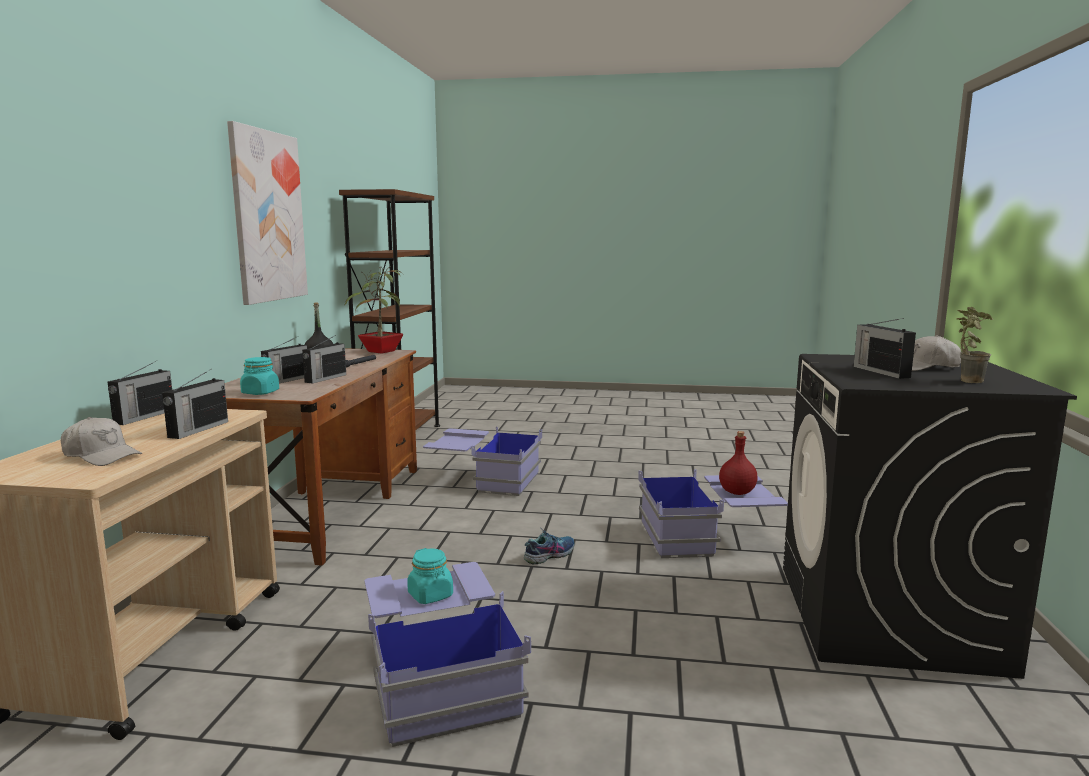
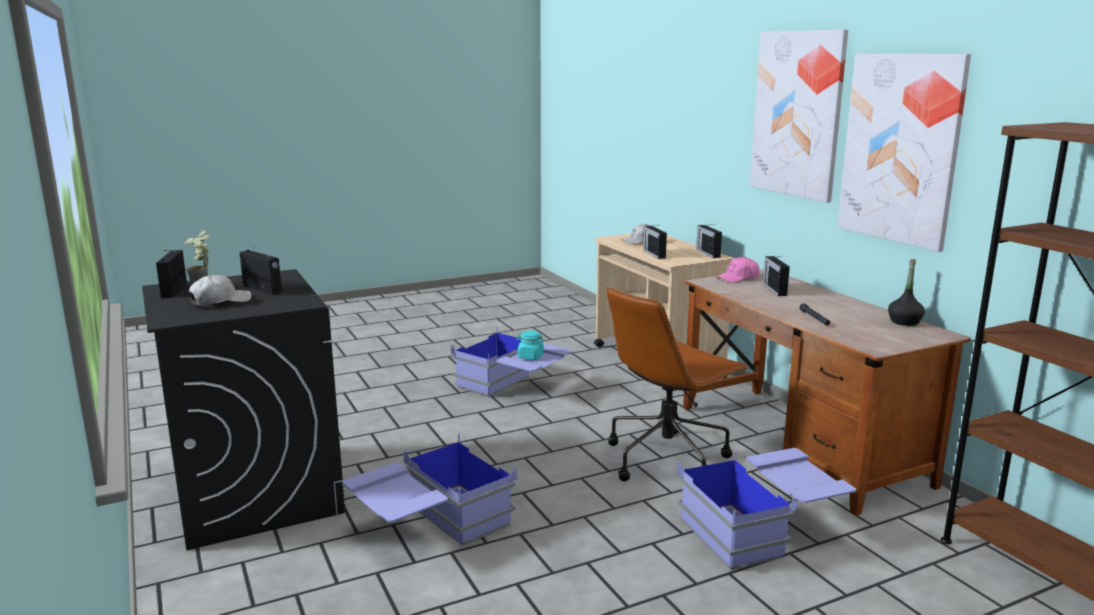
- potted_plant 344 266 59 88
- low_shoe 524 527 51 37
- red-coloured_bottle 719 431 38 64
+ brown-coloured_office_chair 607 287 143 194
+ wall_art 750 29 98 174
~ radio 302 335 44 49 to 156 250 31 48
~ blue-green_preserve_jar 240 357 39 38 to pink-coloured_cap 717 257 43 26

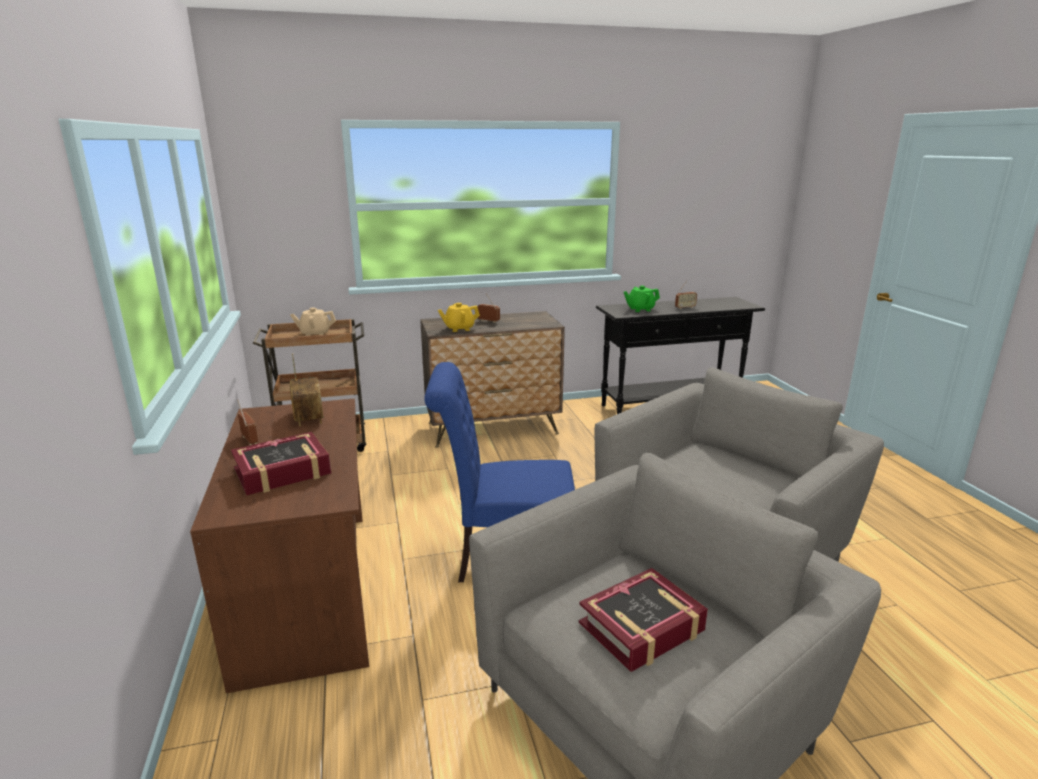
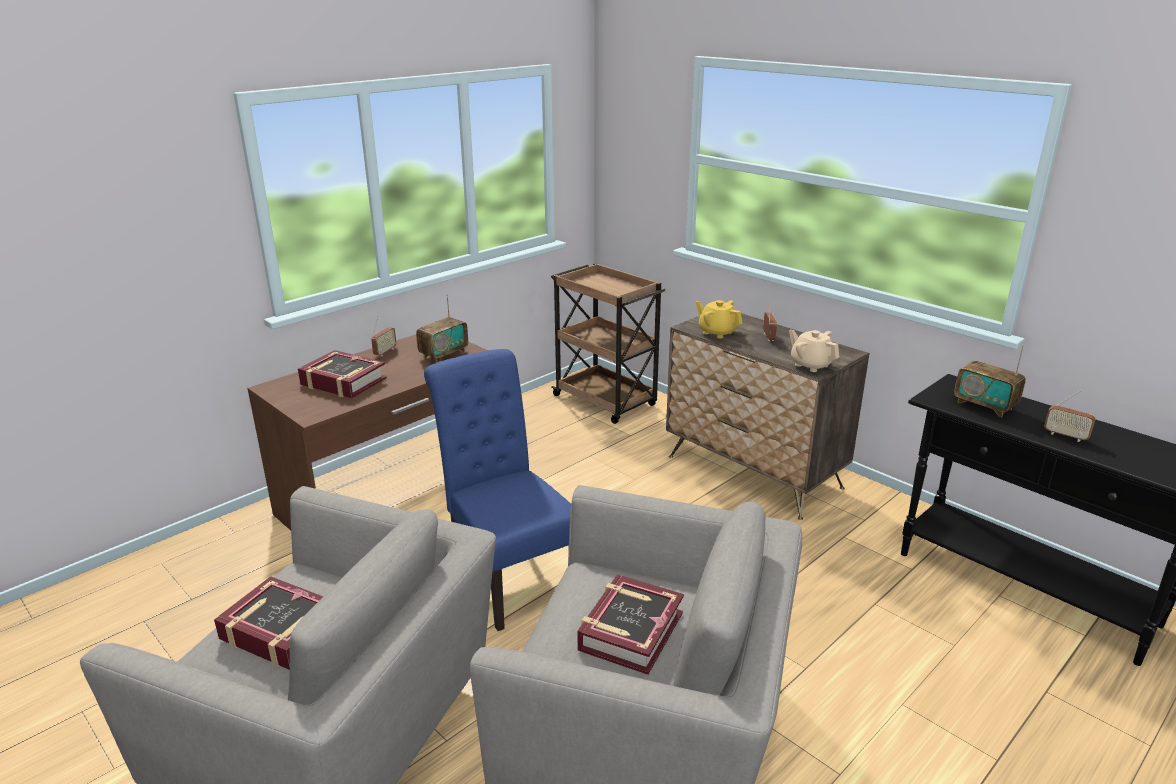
+ book 577 574 107 101
~ beige-coloured_teapot 290 308 46 28 to 789 330 50 42
~ green-coloured_teapot 624 286 36 26 to radio 954 345 72 72

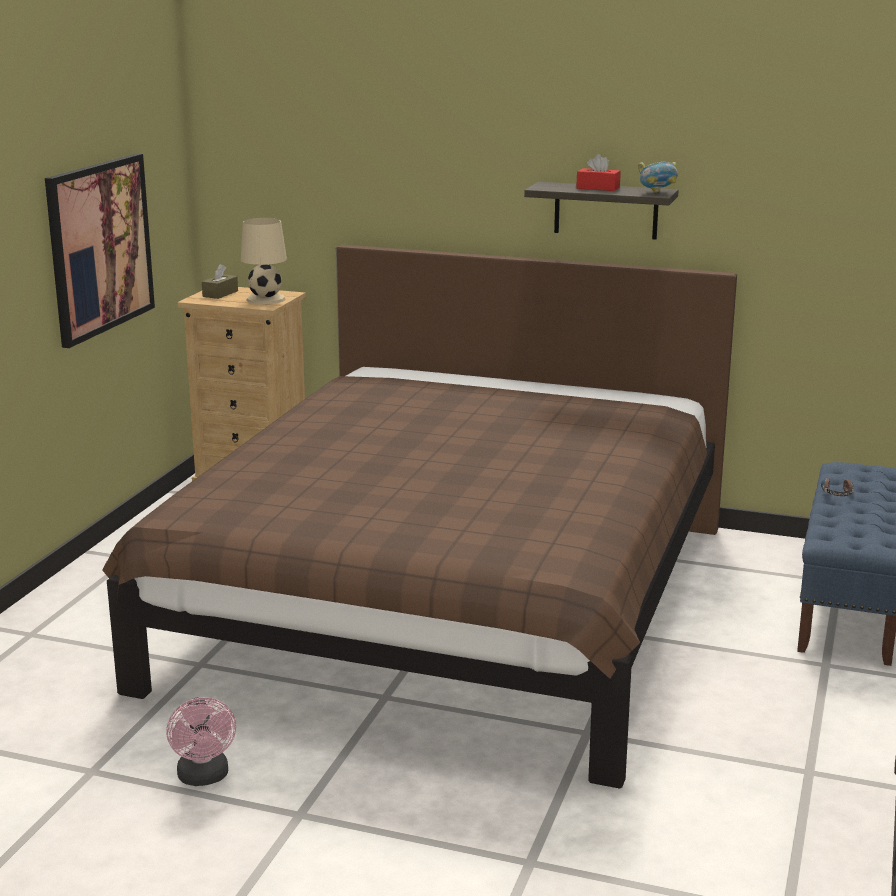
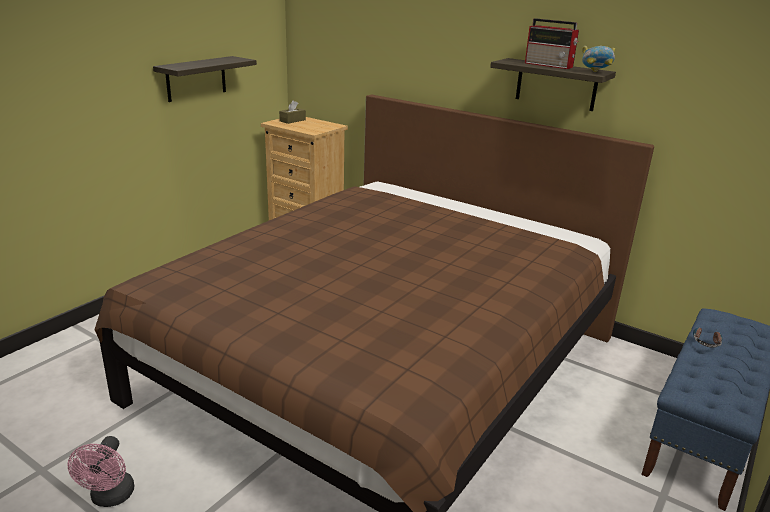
- beige-coloured_tabletop_lamp 241 218 46 86
~ wall_art 45 153 110 195 to bracket_shelf 153 56 104 46
~ red-coloured_tissue_holder 576 154 45 37 to radio 525 18 54 51

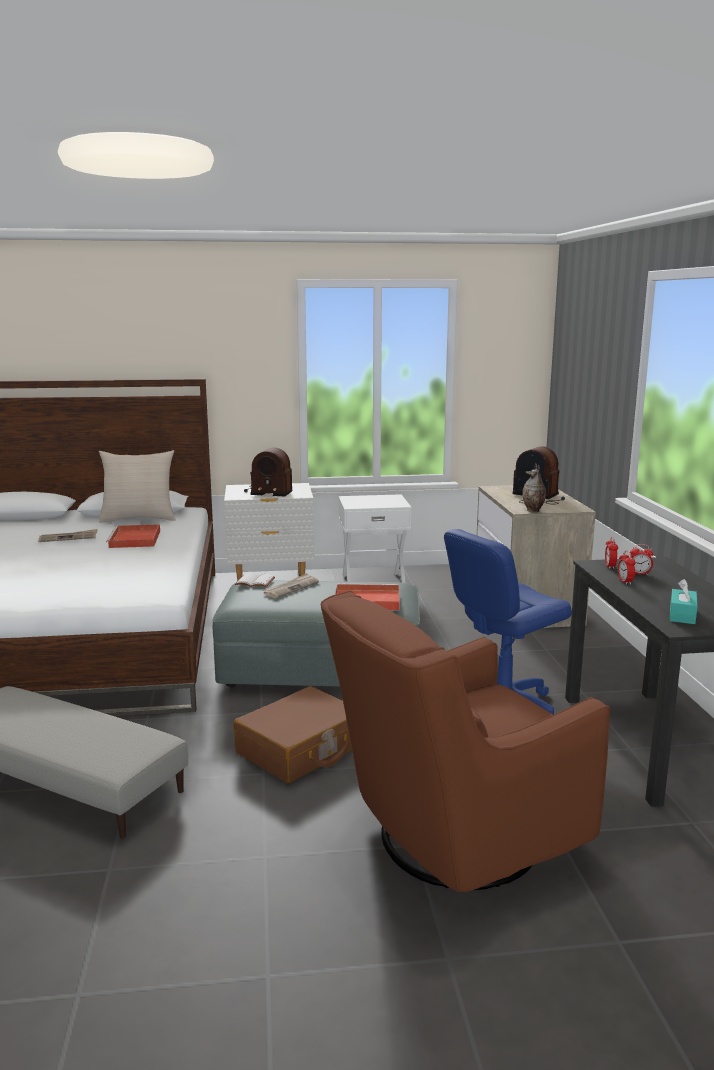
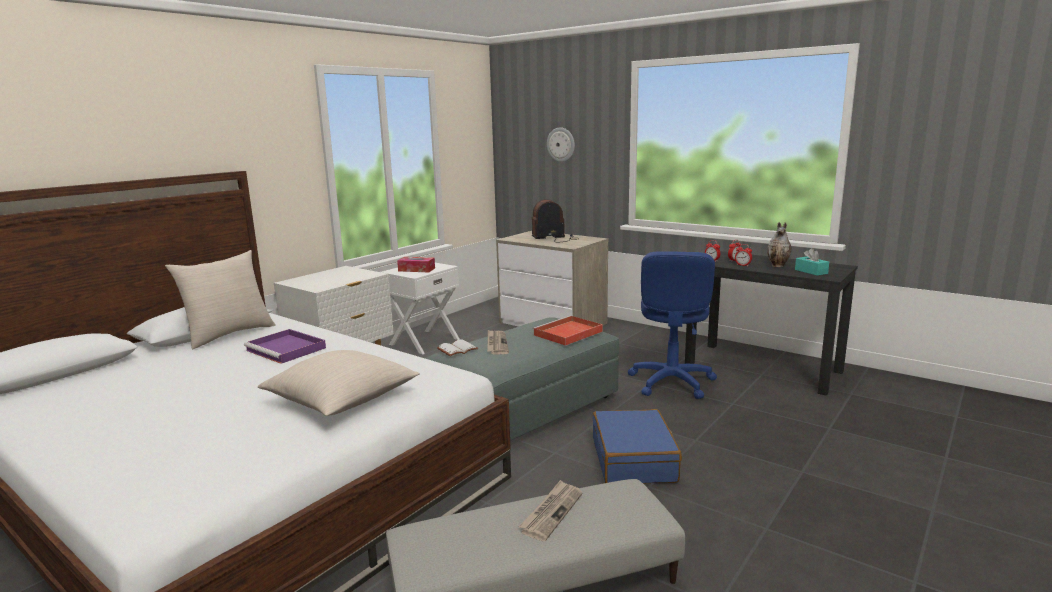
- radio 244 447 49 49
- brown-coloured_easy_chair 321 591 289 301
+ beige-coloured_throw_pillow 258 350 162 66
+ tissue_holder 397 257 38 15
+ clock_on_the_wall 547 127 28 35
~ newspaper 38 529 60 13 to 518 480 64 61
~ vase 523 463 23 50 to 767 222 24 45
~ red-coloured_serving_tray 106 524 54 24 to purple_serving_tray 244 329 82 35
~ brown-coloured_suitcase 233 686 119 97 to blue_suitcase 593 409 89 74

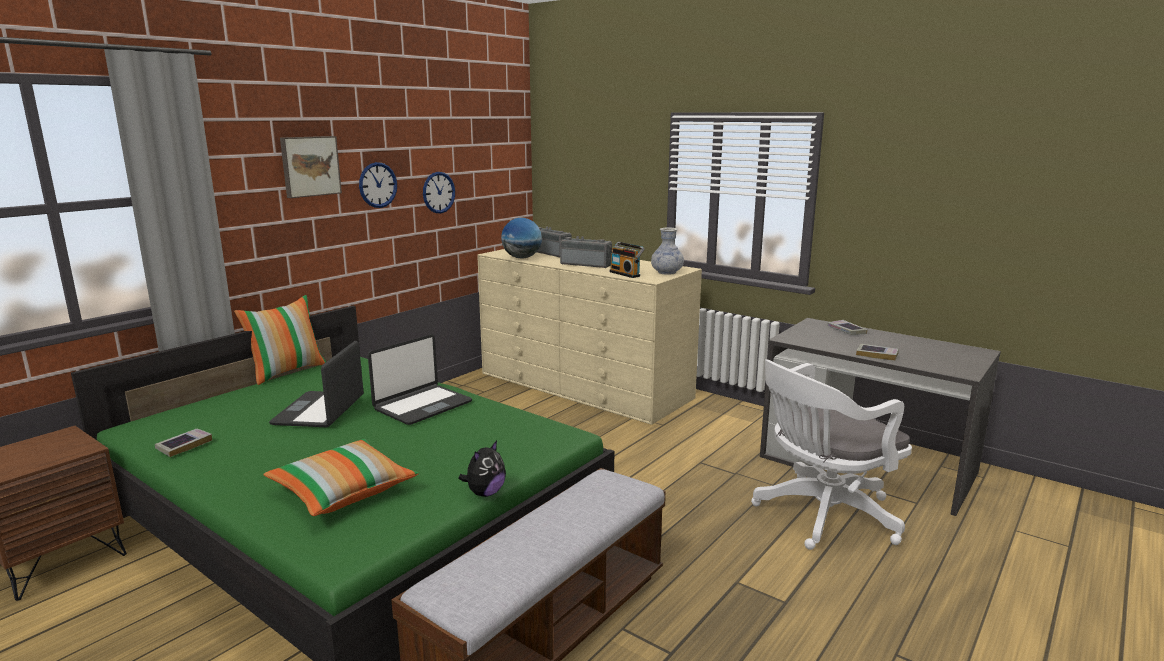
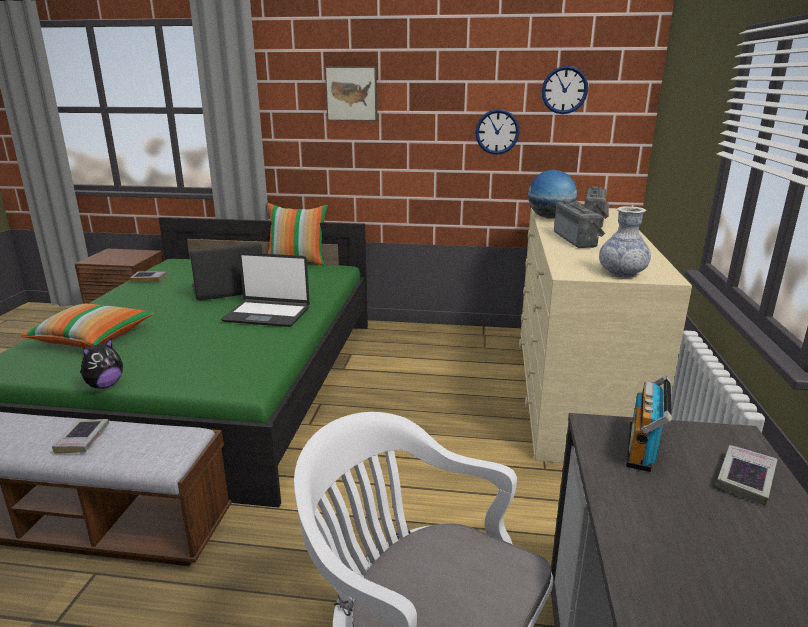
~ clock_on_the_wall 359 162 38 46 to 542 66 46 48
~ radio 610 242 35 36 to 626 375 46 97
~ book 856 344 43 17 to 52 419 57 35
~ cuddly_toy 459 441 47 56 = 80 338 43 51 60 degrees counterclockwise

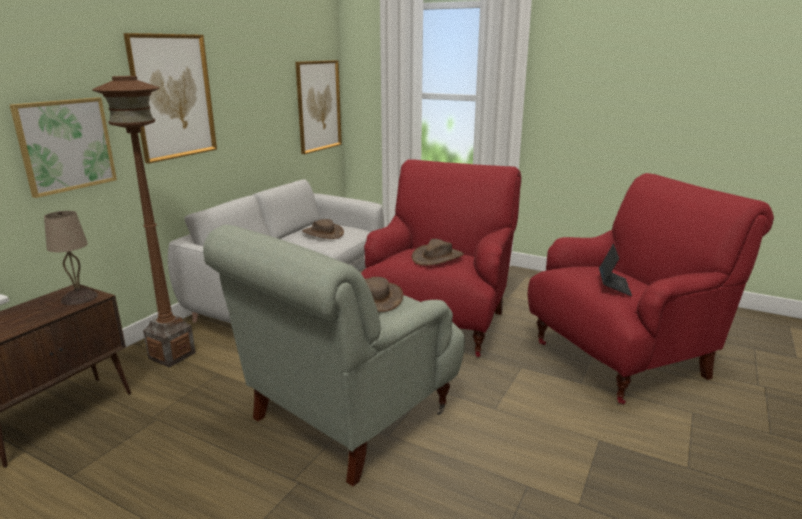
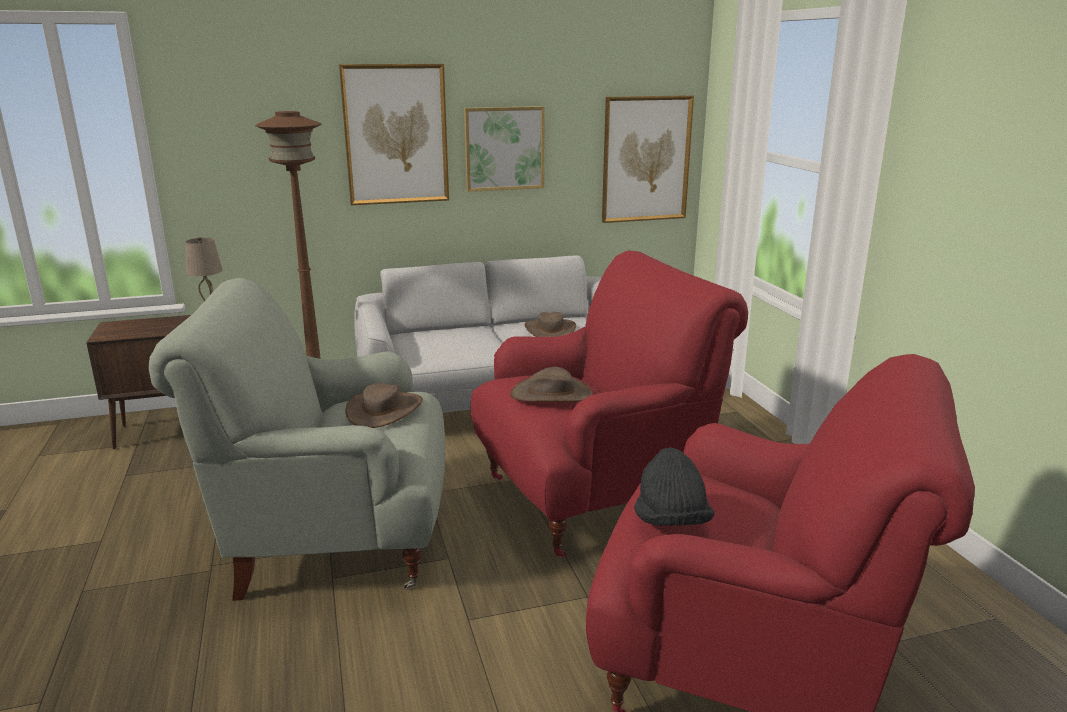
~ wall_art 10 97 107 101 to 464 106 81 86
~ notebook_computer 599 244 33 52 to blackish_wearable_hat 634 447 80 79

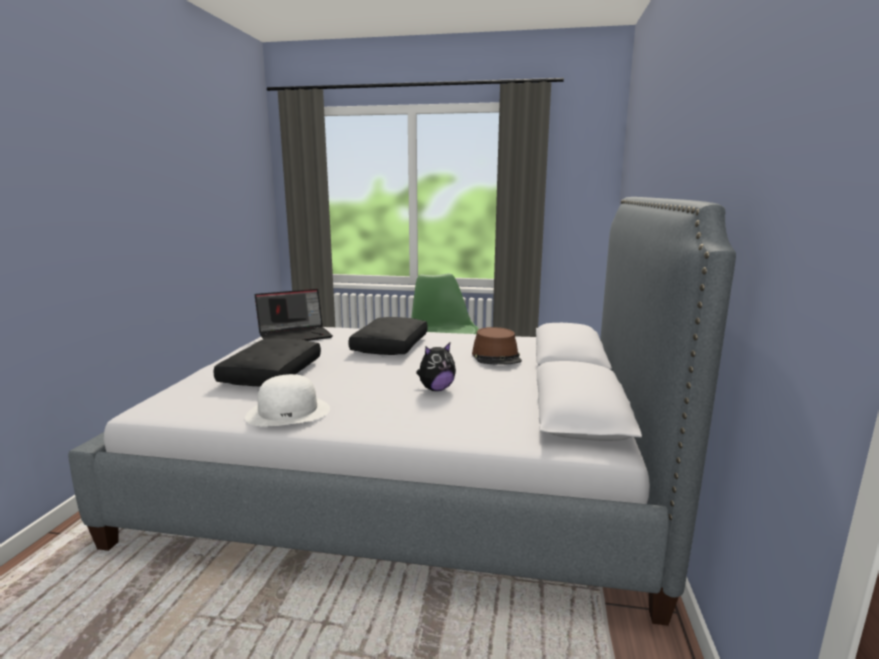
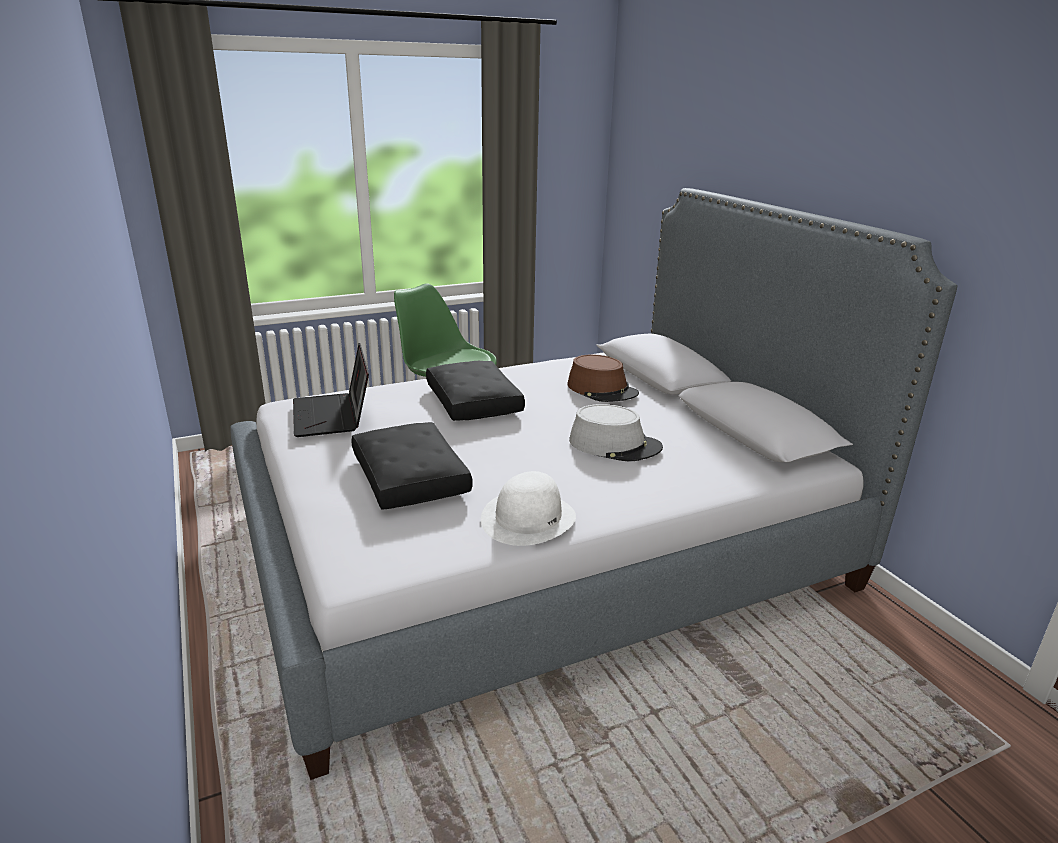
~ cuddly_toy 416 343 40 48 to greyish_wearable_hat 569 404 94 58
~ notebook_computer 255 289 78 52 = 293 343 76 94 135 degrees clockwise

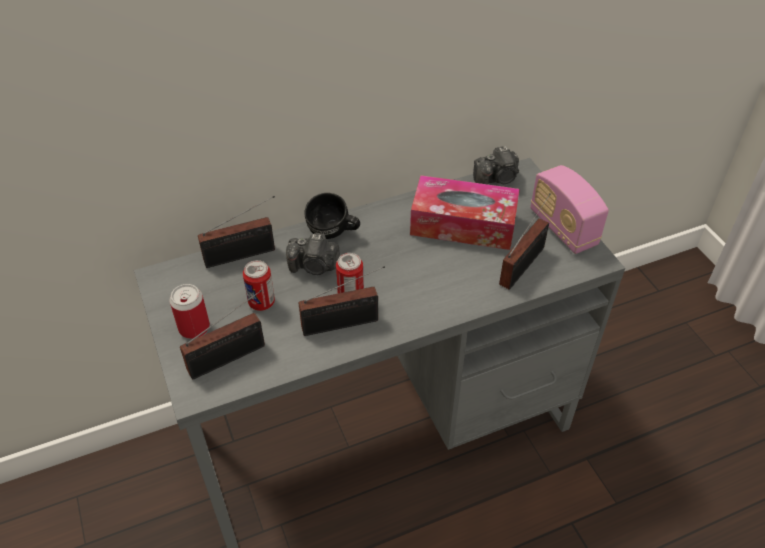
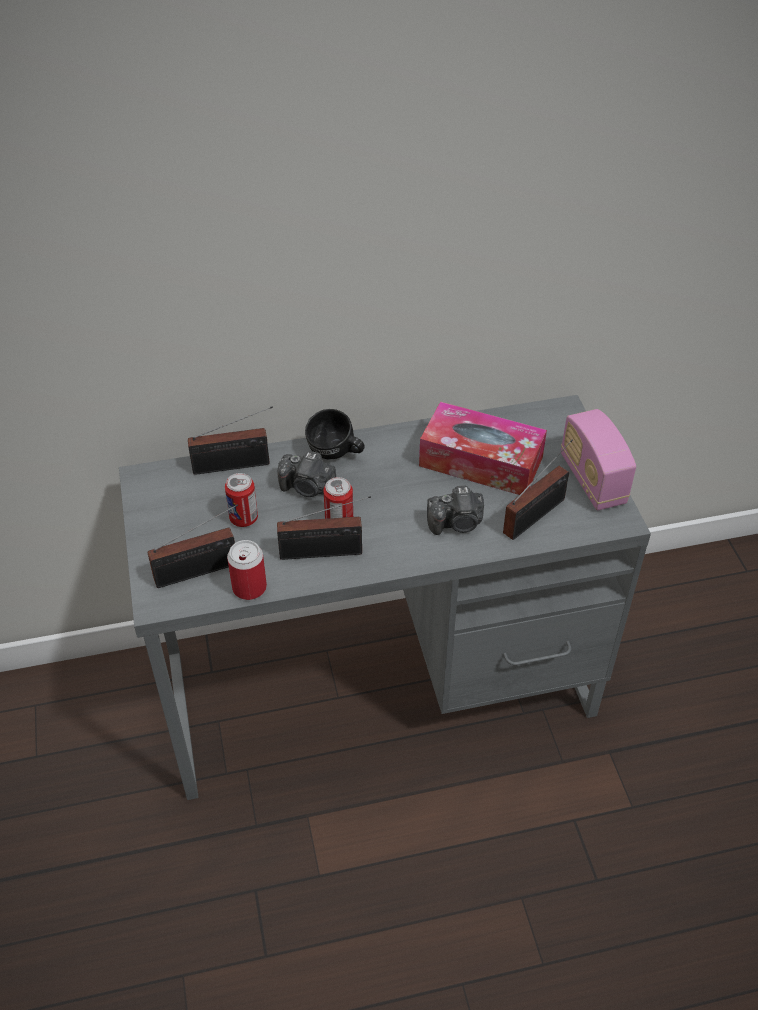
~ sealed_can 170 284 40 55 to 227 540 40 60
~ photo_camera 473 146 46 38 to 427 485 57 50

